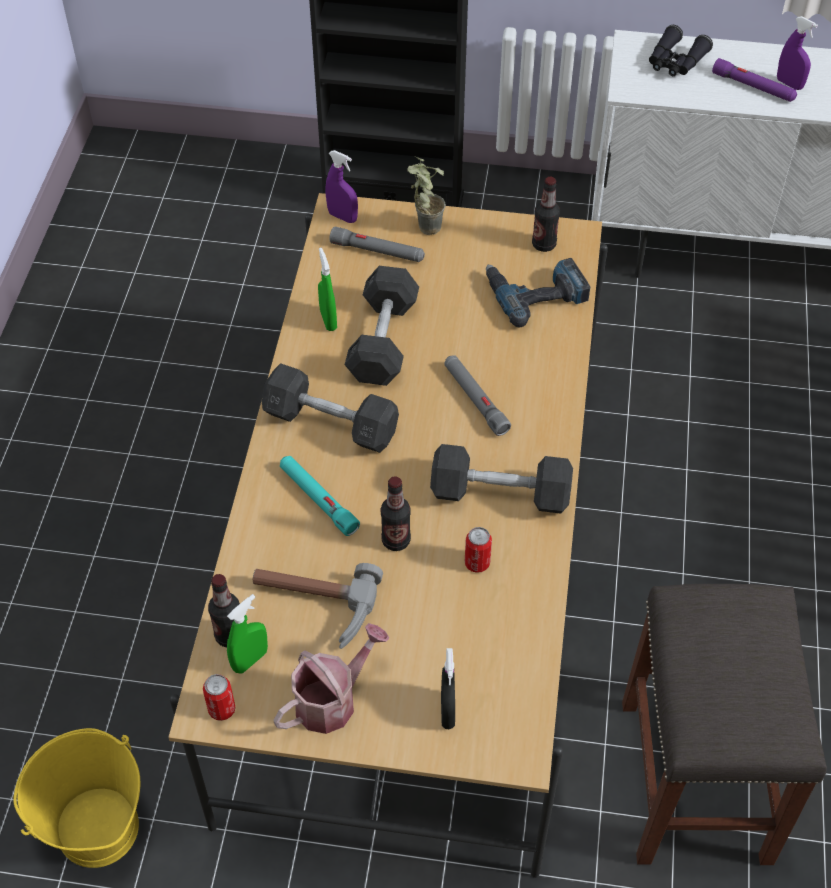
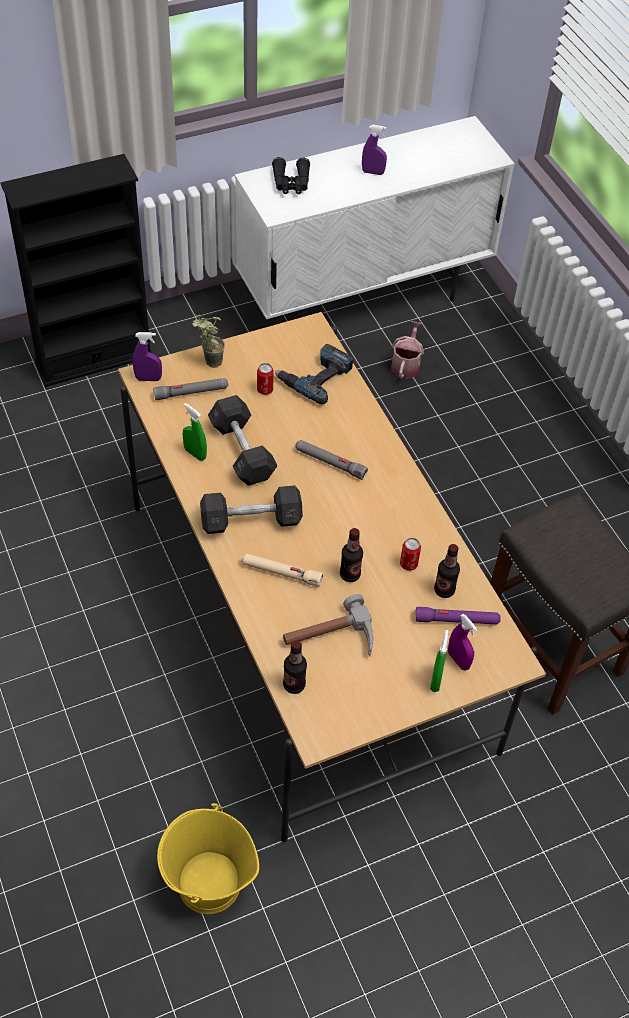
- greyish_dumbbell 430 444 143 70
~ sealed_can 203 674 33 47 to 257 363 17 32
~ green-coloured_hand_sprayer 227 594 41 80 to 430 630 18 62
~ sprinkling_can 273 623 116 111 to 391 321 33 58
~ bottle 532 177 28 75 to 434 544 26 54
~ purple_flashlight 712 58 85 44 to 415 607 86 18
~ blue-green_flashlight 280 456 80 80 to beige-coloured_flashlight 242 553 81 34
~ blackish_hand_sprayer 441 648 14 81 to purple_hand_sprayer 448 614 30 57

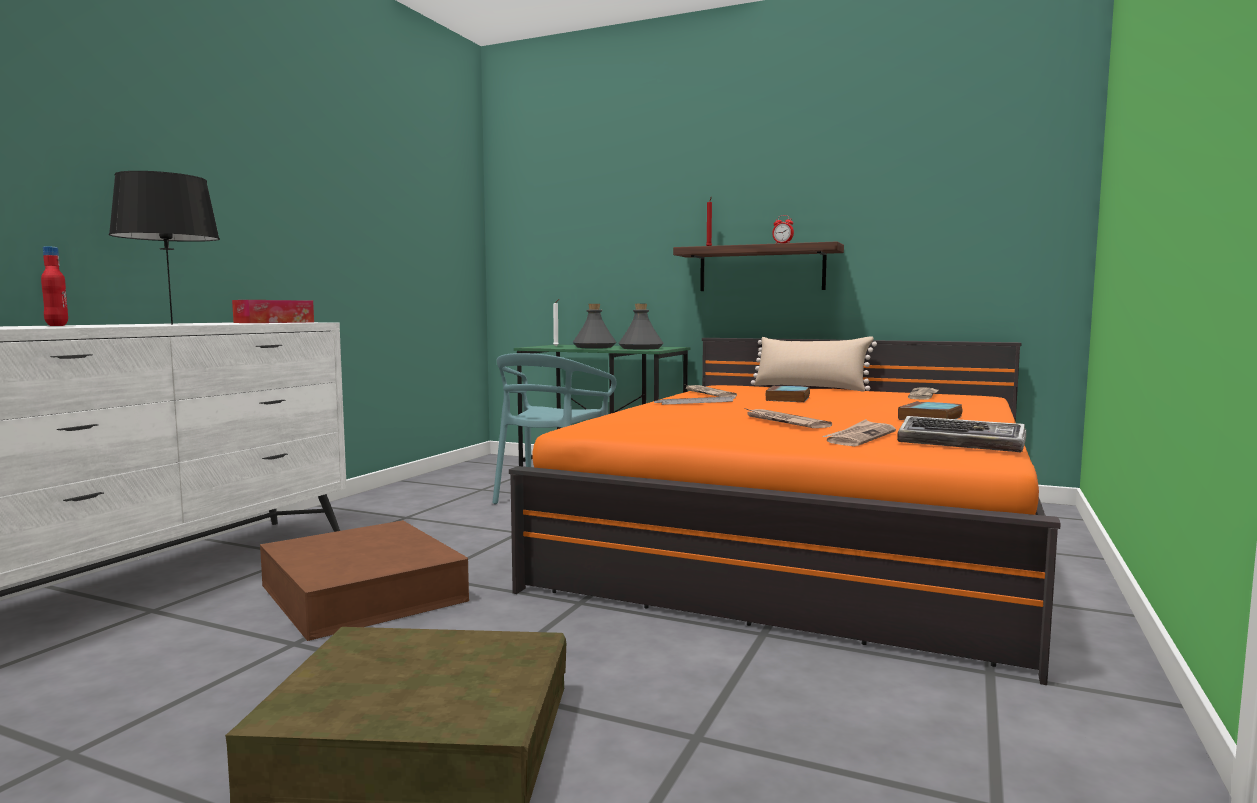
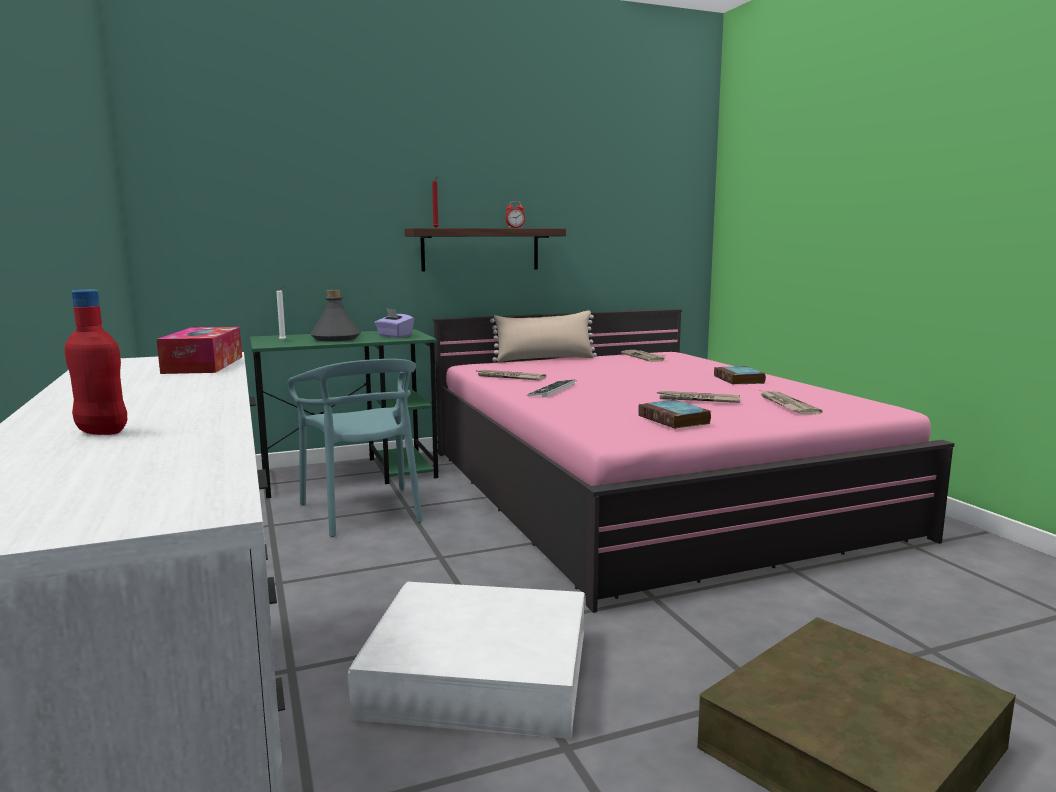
- blackish_tabletop_lamp 109 171 111 154
- keyboard 897 416 129 36
~ book 766 386 44 16 to 638 400 73 29
~ greyish_bottle 618 304 46 45 to purple_tissue_holder 375 308 39 30
~ brown-coloured_storage_box 260 520 209 121 to whitish_storage_box 347 582 238 157
~ orange_sleeping_bed 509 338 552 347 to pink-coloured_sleeping_bed 433 309 522 304

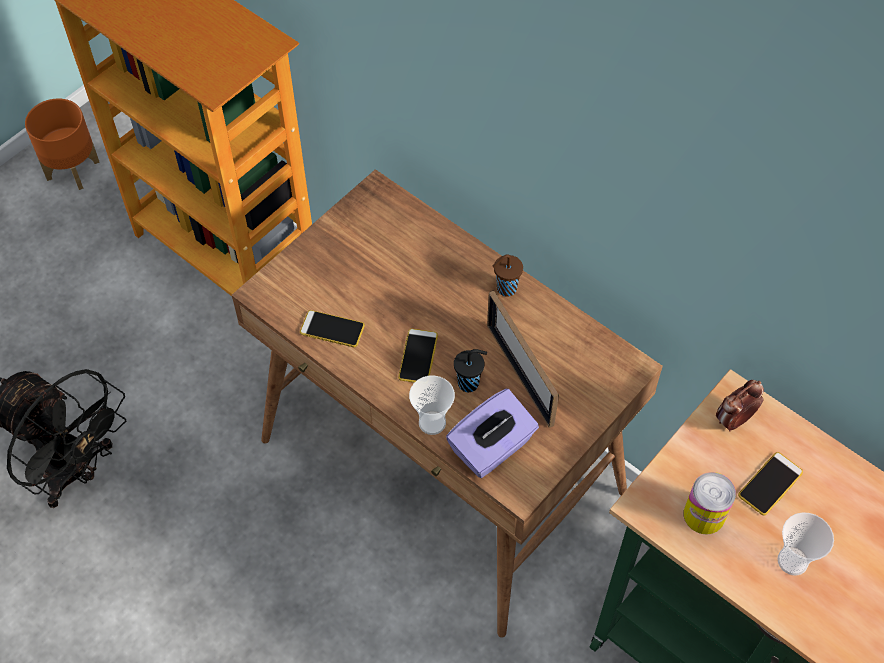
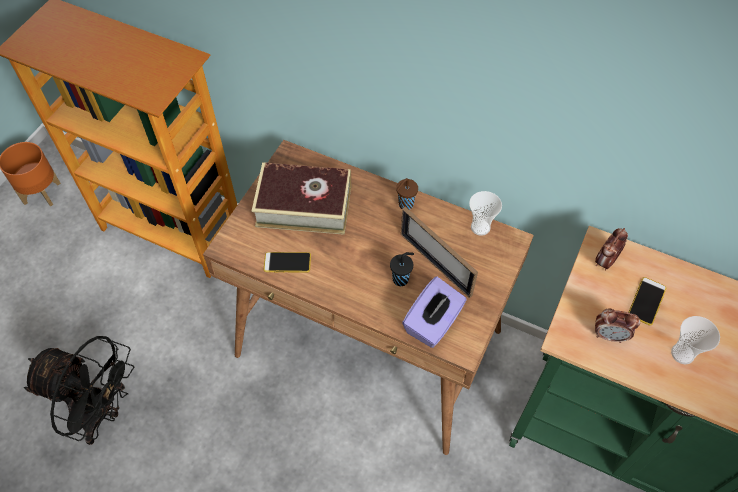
- phone 398 329 40 54
+ book 252 162 99 73
~ cup 409 375 46 60 to 469 191 33 45
~ sealed_can 684 472 52 62 to bedside_clock 595 308 45 35

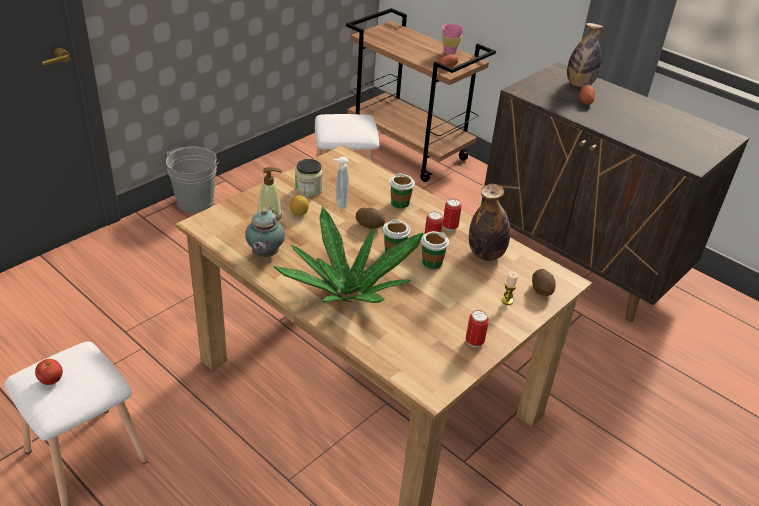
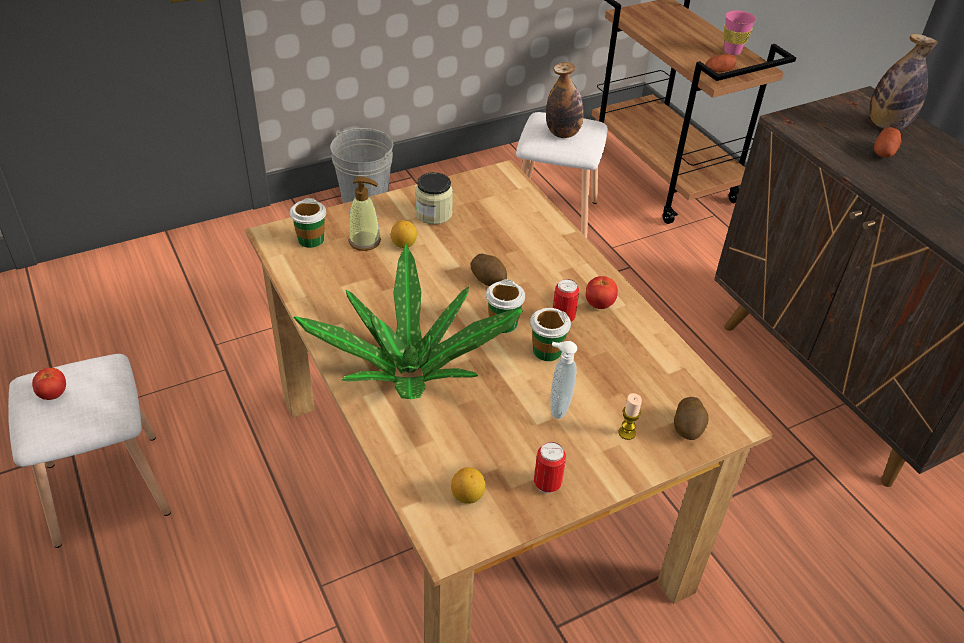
- teapot 245 206 40 51
+ whole_lemon 451 467 35 37
~ soap_dispenser 333 157 16 52 to 551 341 26 78
~ cup 389 173 26 36 to 290 198 36 50
~ bottle 469 184 41 77 to 546 62 38 76
~ sealed_can 443 199 19 32 to whole_tomato 586 276 32 33

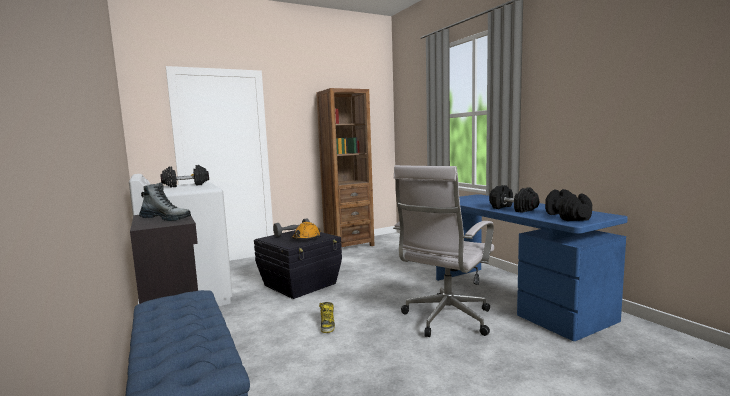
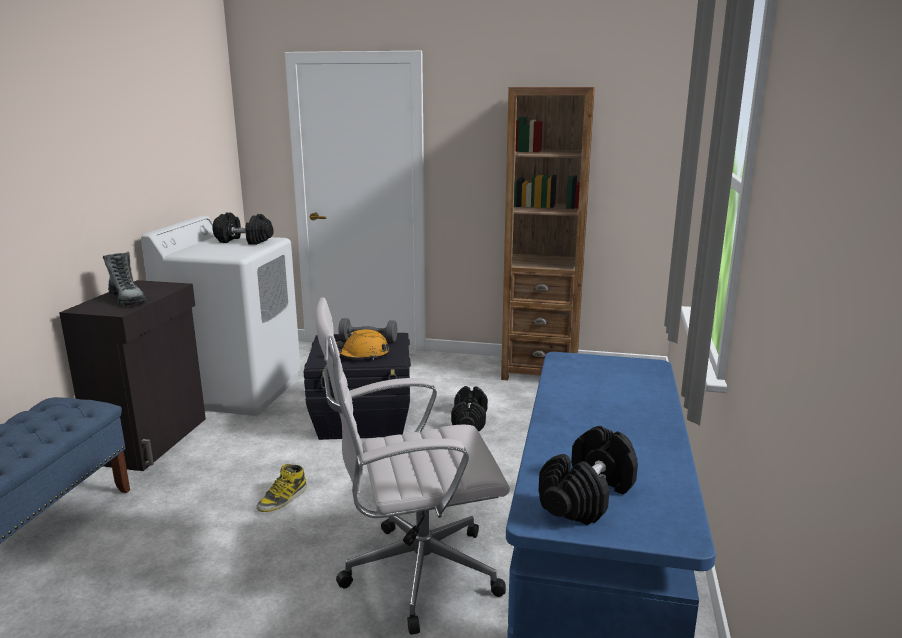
~ blackish_dumbbell 489 185 50 28 to 451 386 37 45

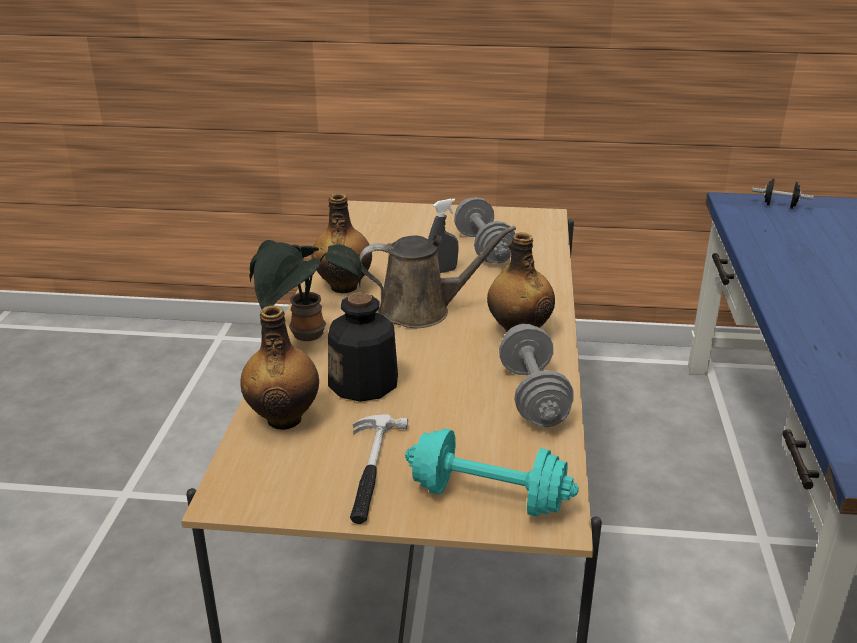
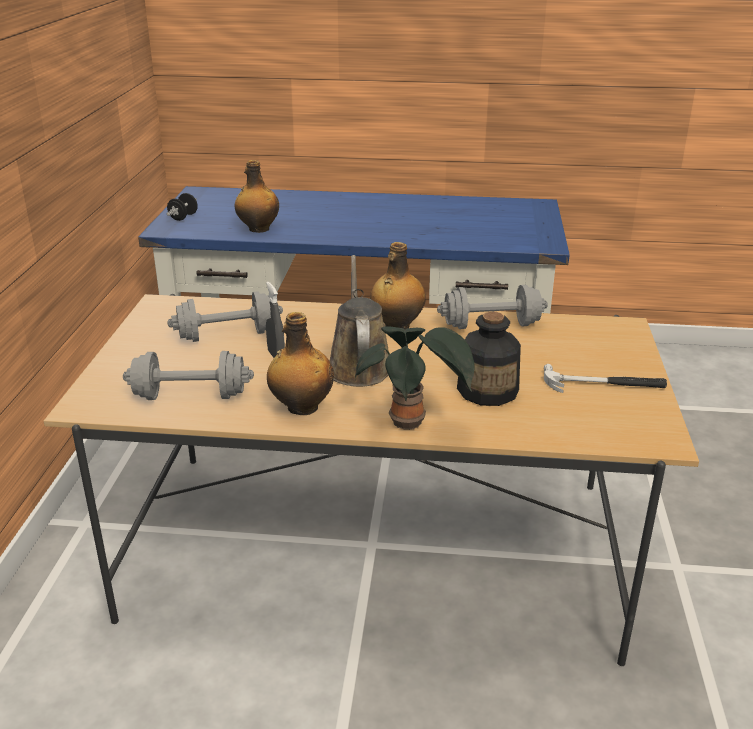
- blue-green_dumbbell 405 428 174 89
+ greyish_dumbbell 123 351 131 49
~ bottle 240 305 79 125 to 235 160 44 73

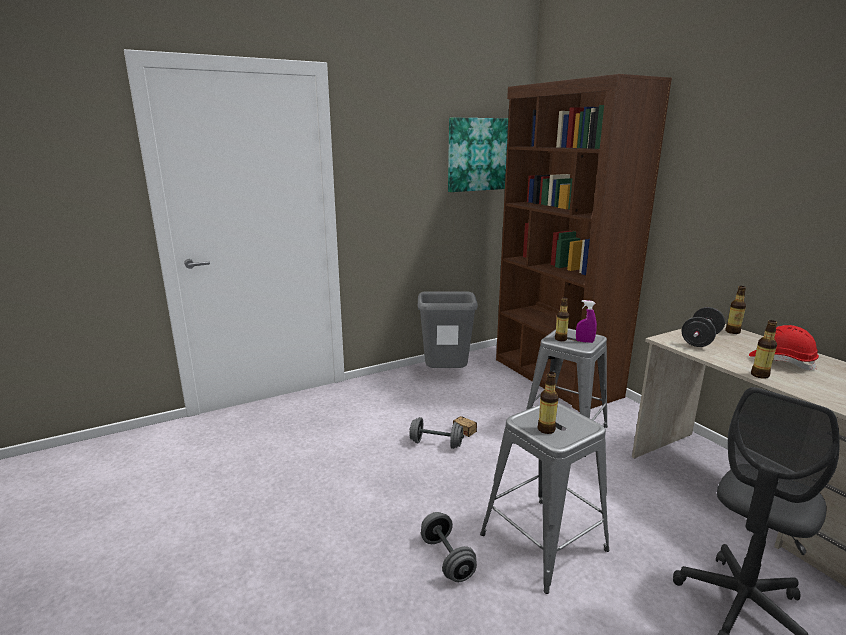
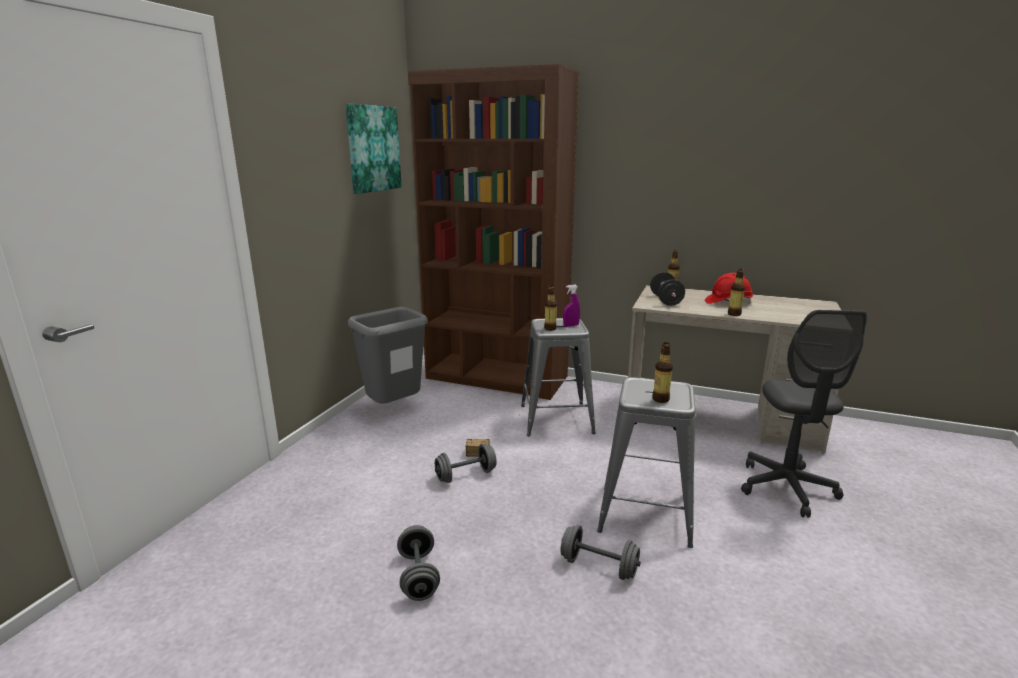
+ greyish_dumbbell 397 525 43 76

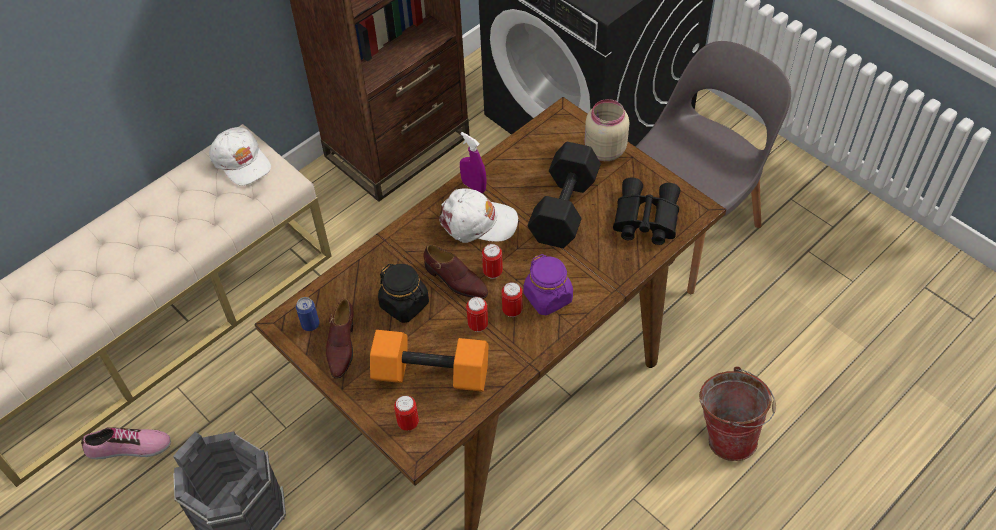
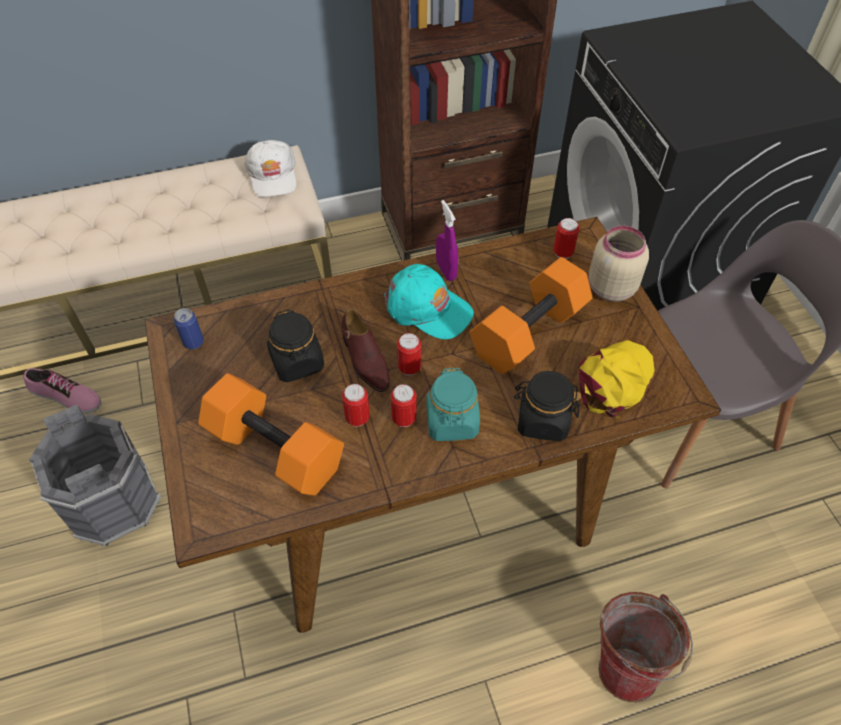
- brown-coloured_low_shoe 326 299 28 80
+ blackish_preserve_jar 514 371 67 70
~ sealed_can 394 395 25 36 to 553 218 26 41
~ blackish_pair_of_binoculars 613 178 67 67 to yellow-coloured_cap 578 340 77 78
~ whitish_cap 439 188 80 55 to blue-green_cap 384 264 90 75
~ purple_preserve_jar 523 254 50 61 to blue-green_preserve_jar 426 367 54 74
~ blackish_dumbbell 527 142 74 106 to orange_dumbbell 470 257 123 117

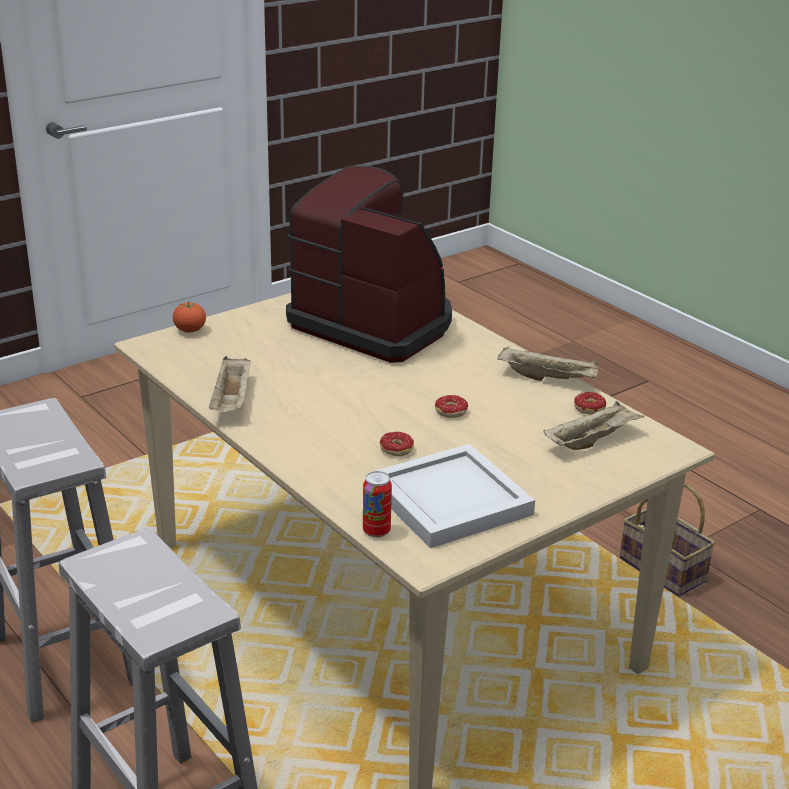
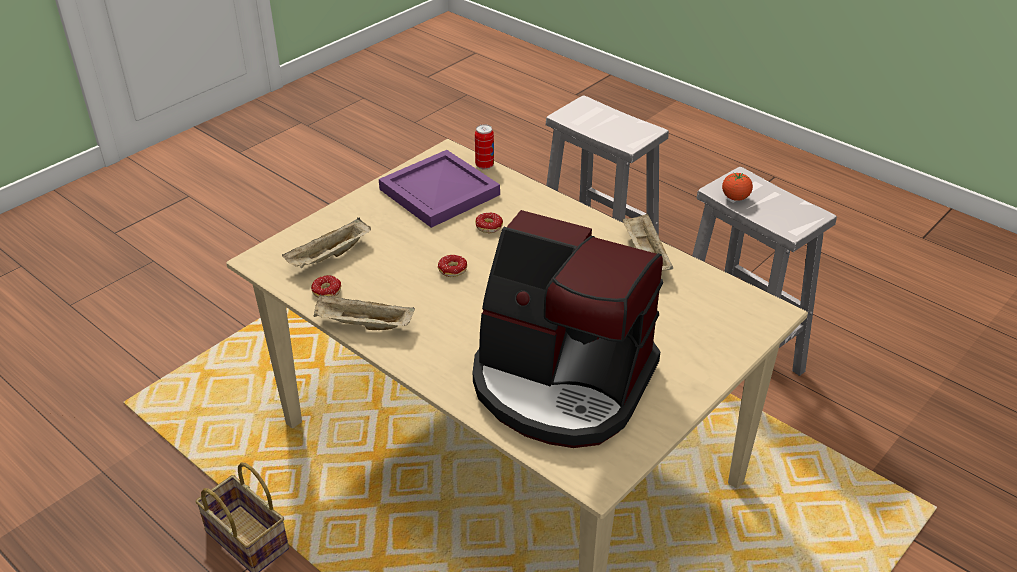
~ whole_tomato 173 301 33 32 to 722 173 31 28
~ whitish_serving_tray 372 444 163 104 to purple_serving_tray 379 150 121 78

